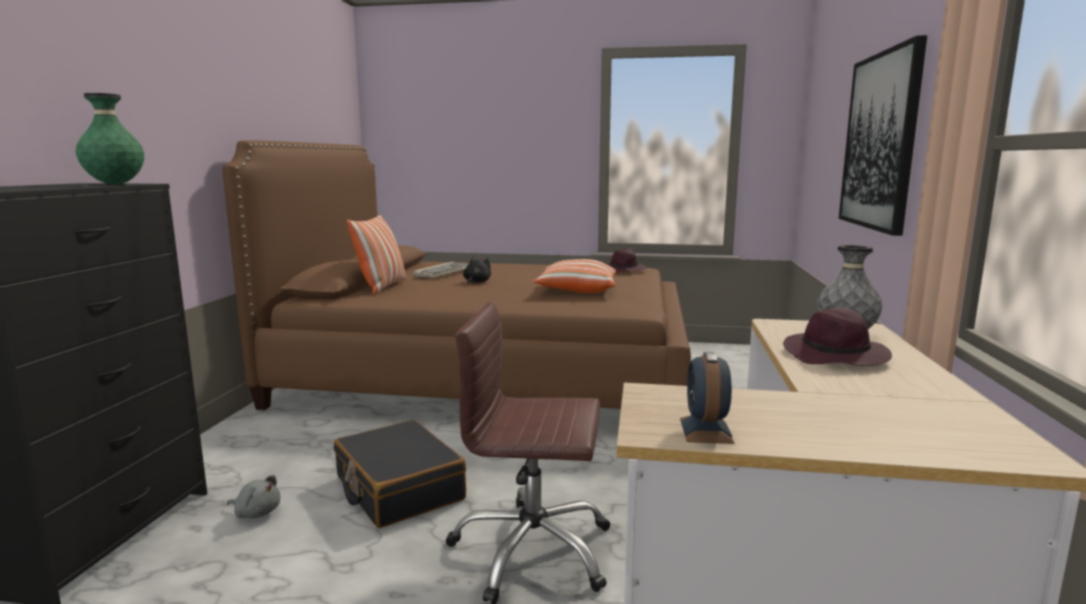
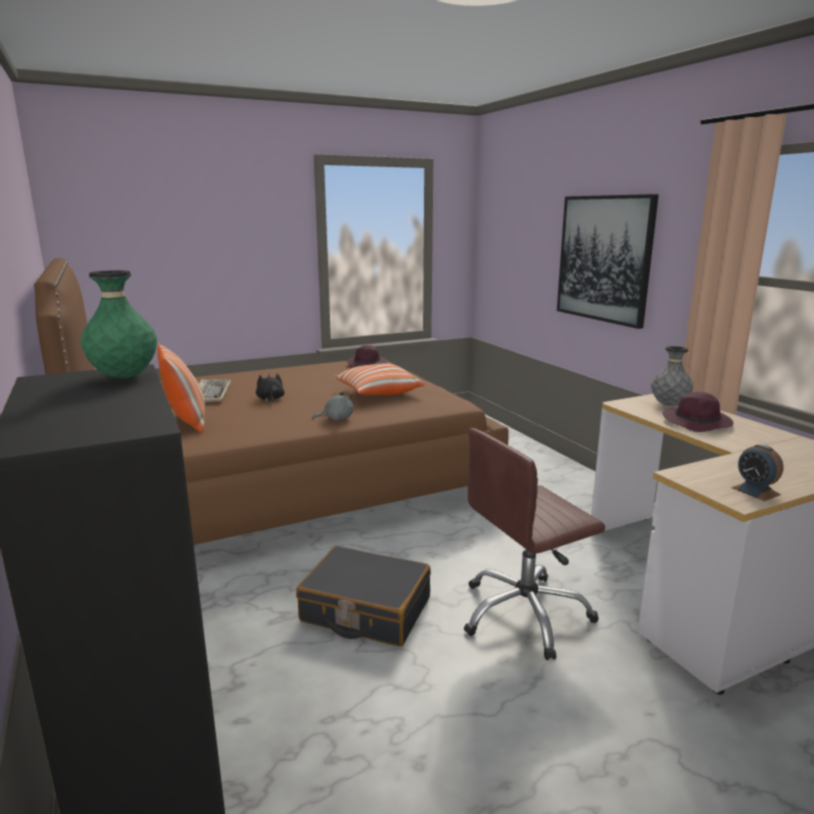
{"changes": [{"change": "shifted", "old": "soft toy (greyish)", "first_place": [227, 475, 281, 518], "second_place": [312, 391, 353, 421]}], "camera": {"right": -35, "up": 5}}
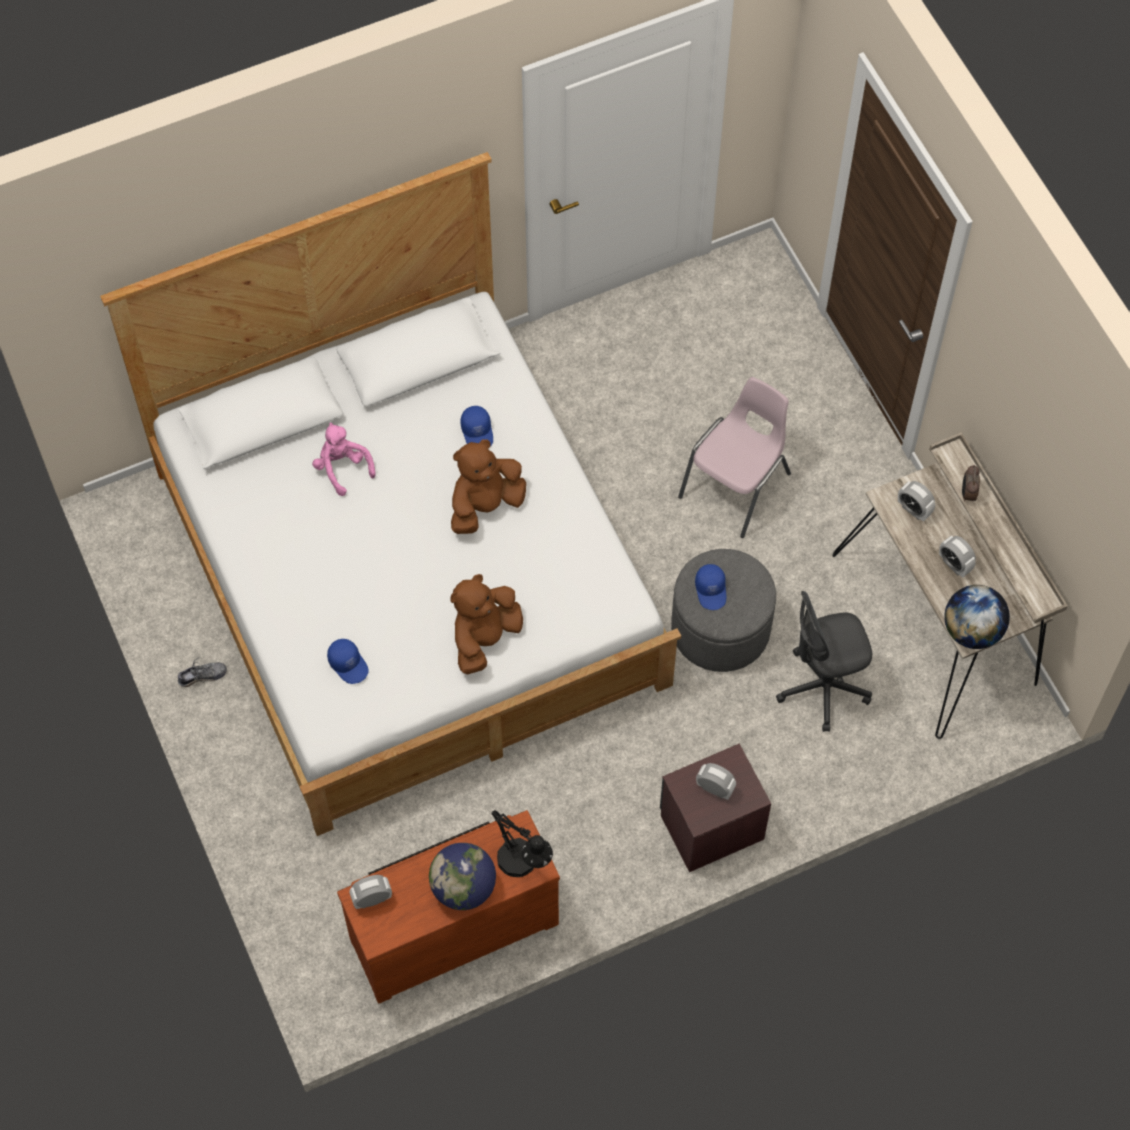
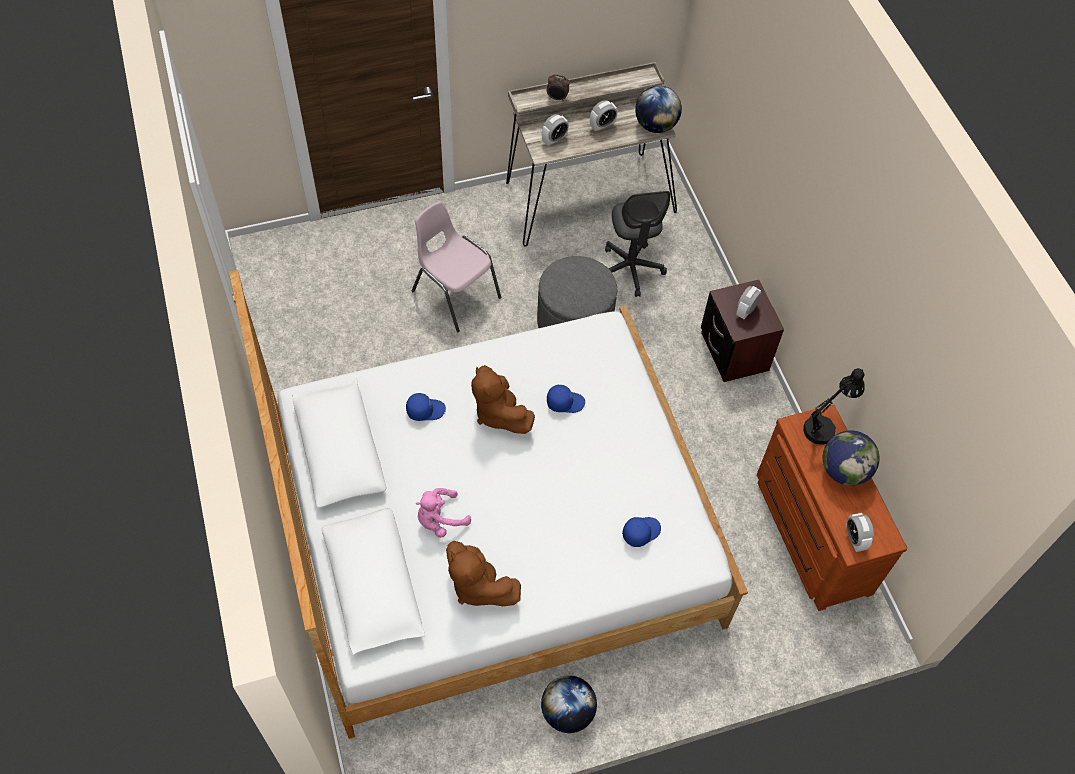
{"changes": [{"change": "shifted", "old": "soft toy (brownish)", "first_place": [450, 574, 523, 675], "second_place": [446, 540, 521, 606]}, {"change": "swapped", "old": "shoe", "new": "desk globe", "first_place": [178, 657, 227, 687], "second_place": [541, 675, 597, 733]}, {"change": "shifted", "old": "cap (bluish)", "first_place": [695, 564, 726, 610], "second_place": [547, 385, 585, 413]}], "camera": {"right": -85, "up": -5}}
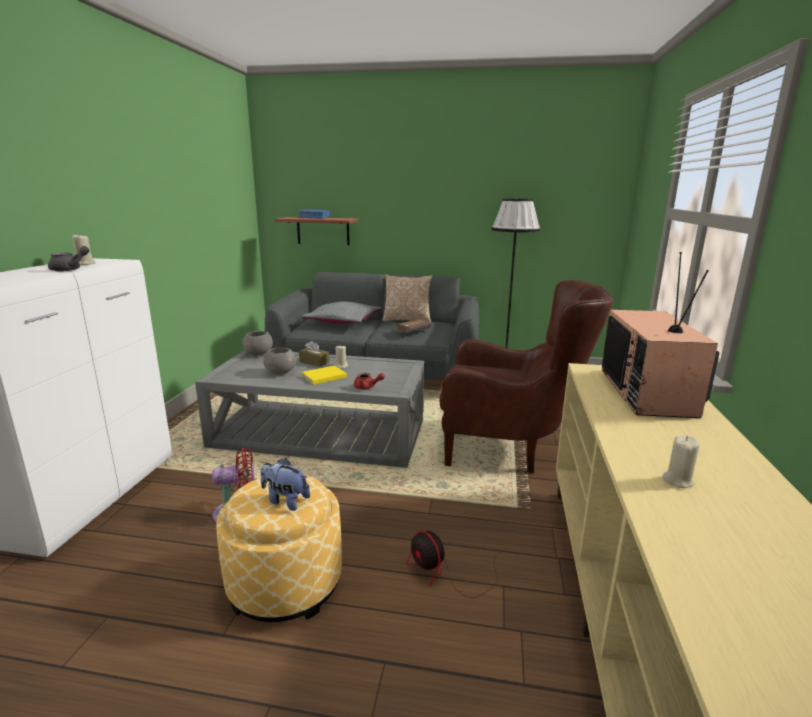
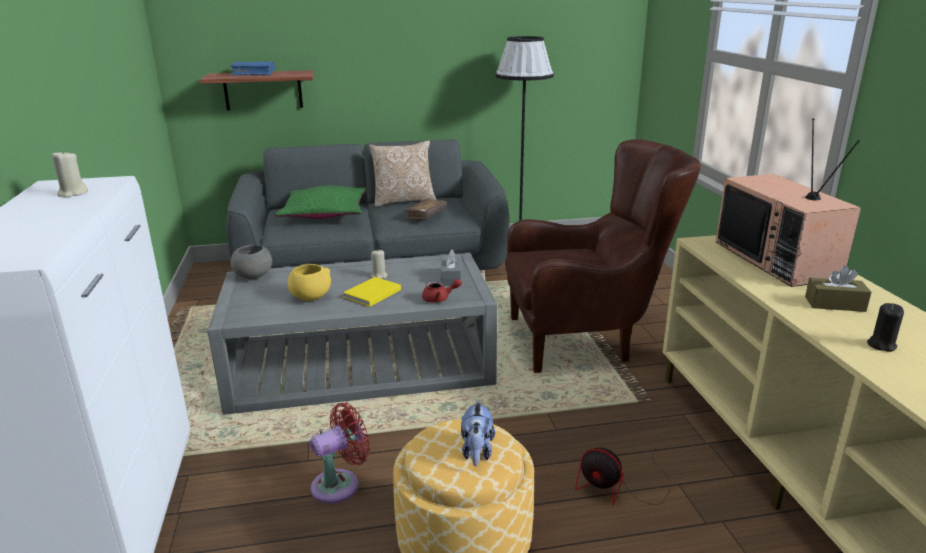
{"changes": [{"change": "repainted", "old": "pillow (greyish)", "new": "pillow (green)", "first_place": [301, 302, 382, 324], "second_place": [275, 185, 367, 219]}, {"change": "repainted", "old": "deep dish (greyish)", "new": "deep dish (yellow)", "first_place": [263, 347, 297, 375], "second_place": [288, 264, 331, 301]}, {"change": "new", "new": "box of tissues (greyish)", "second_place": [441, 250, 461, 286]}, {"change": "rotated", "old": "soft toy", "first_place": [260, 458, 310, 511], "second_place": [461, 399, 495, 466], "degrees": -90}, {"change": "shifted", "old": "box of tissues (brownish)", "first_place": [299, 340, 329, 367], "second_place": [805, 266, 872, 312]}, {"change": "repainted", "old": "wax light (sand-coloured)", "new": "wax light (blackish)", "first_place": [662, 435, 700, 488], "second_place": [867, 303, 904, 352]}, {"change": "gone", "old": "teapot (greyish)", "first_place": [48, 246, 90, 271]}], "camera": {"right": -20, "up": 5}}
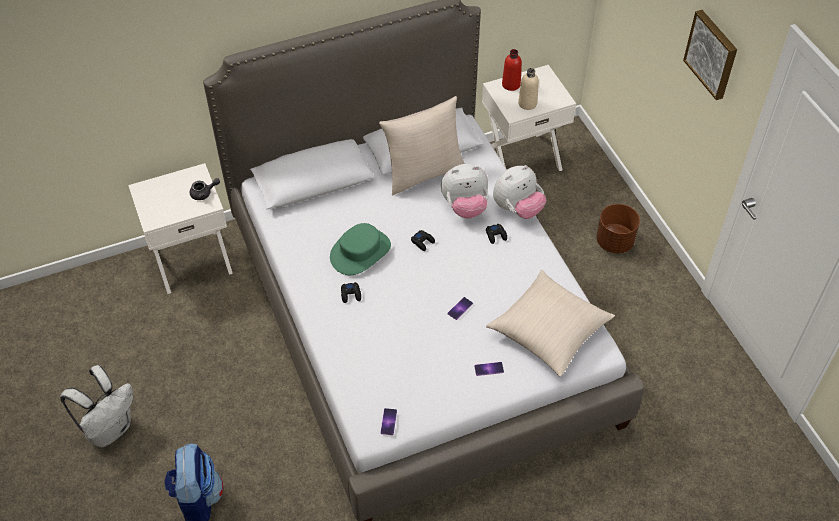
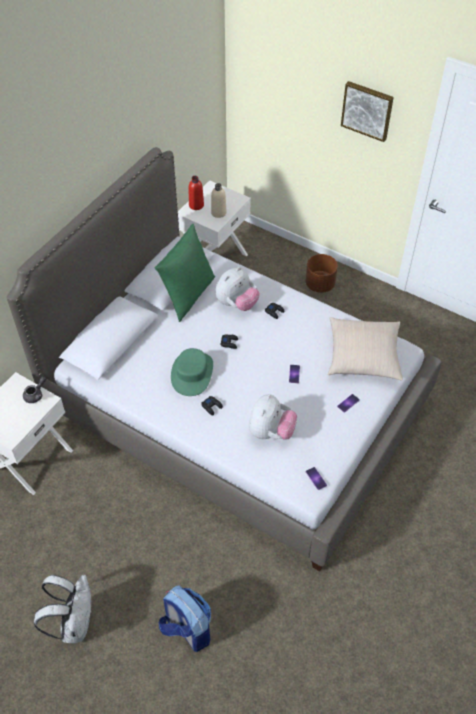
{"changes": [{"change": "repainted", "old": "pillow (sand-coloured)", "new": "pillow (green)", "first_place": [379, 96, 465, 195], "second_place": [155, 224, 215, 322]}, {"change": "shifted", "old": "soft toy", "first_place": [493, 165, 547, 219], "second_place": [249, 394, 297, 440]}], "camera": {"right": -35, "up": 0}}
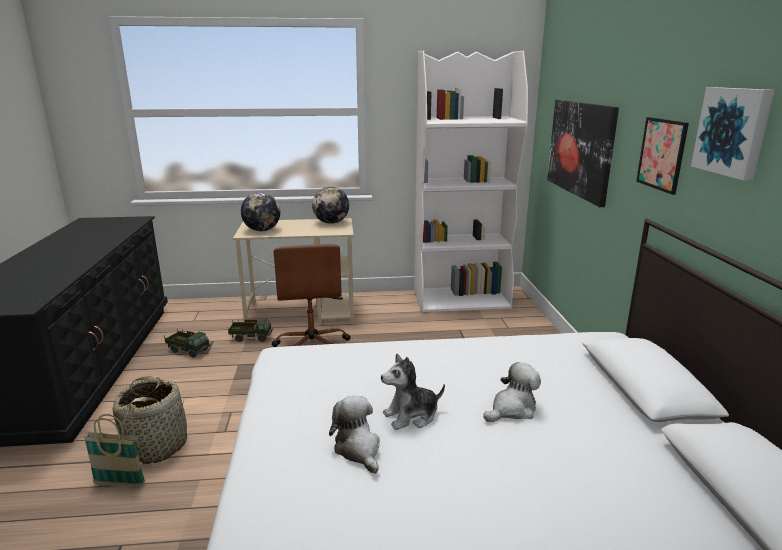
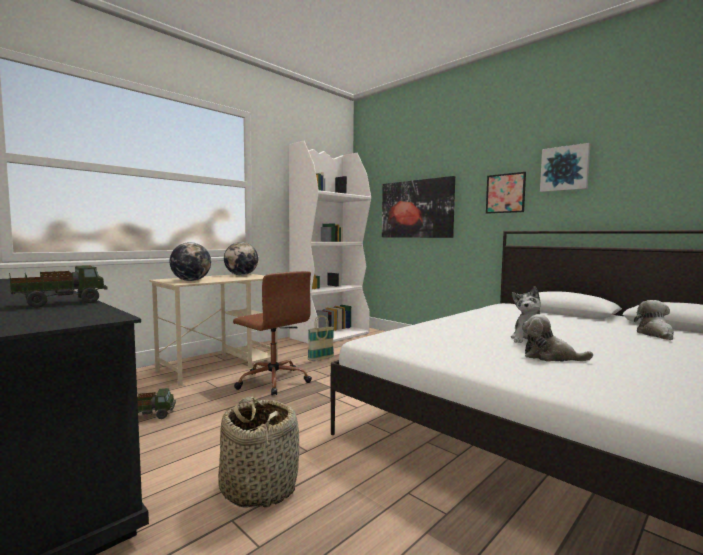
{"changes": [{"change": "shifted", "old": "model truck", "first_place": [228, 317, 273, 342], "second_place": [9, 265, 108, 308]}, {"change": "shifted", "old": "basket", "first_place": [83, 414, 145, 487], "second_place": [308, 315, 334, 361]}, {"change": "shifted", "old": "soft toy", "first_place": [483, 362, 541, 422], "second_place": [634, 300, 674, 340]}], "camera": {"right": -40, "up": -15}}
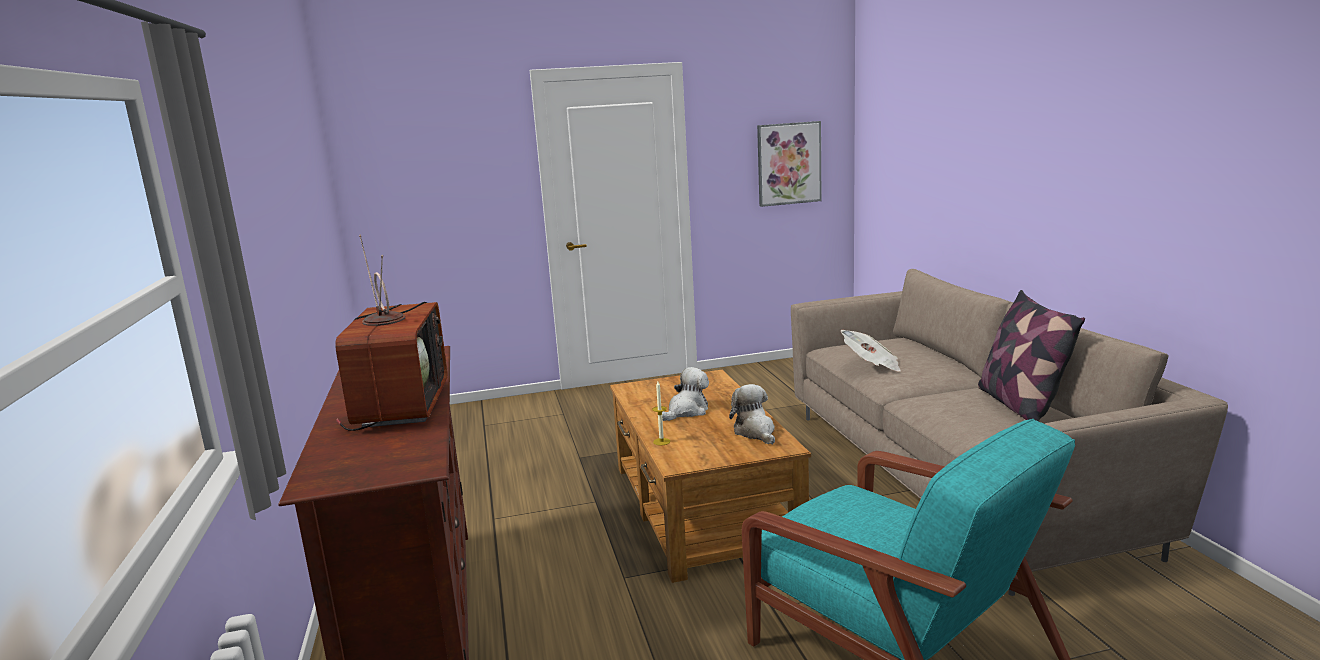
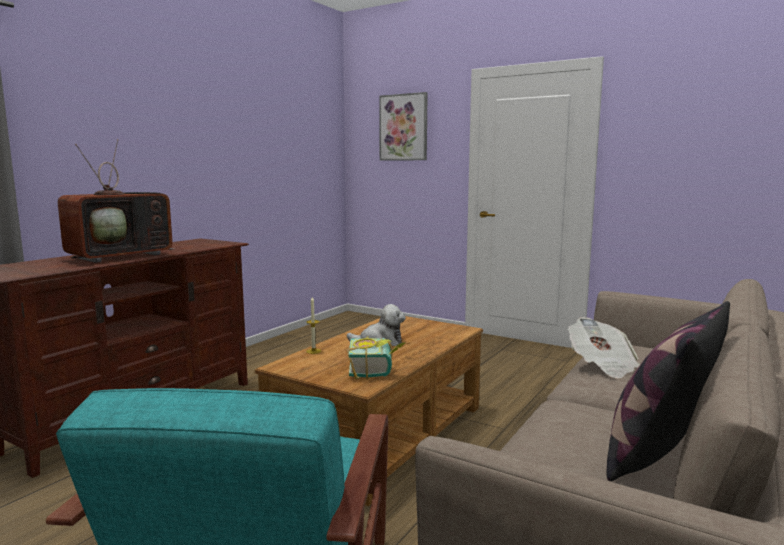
{"changes": [{"change": "swapped", "old": "soft toy", "new": "bound book", "first_place": [729, 384, 775, 444], "second_place": [347, 336, 405, 380]}, {"change": "shifted", "old": "wall art", "first_place": [757, 121, 821, 207], "second_place": [379, 92, 428, 161]}], "camera": {"right": 45, "up": -5}}
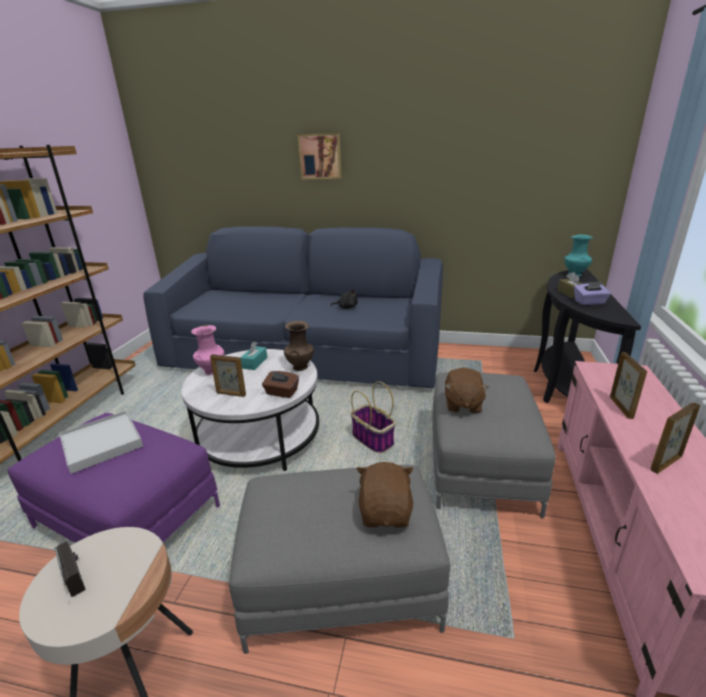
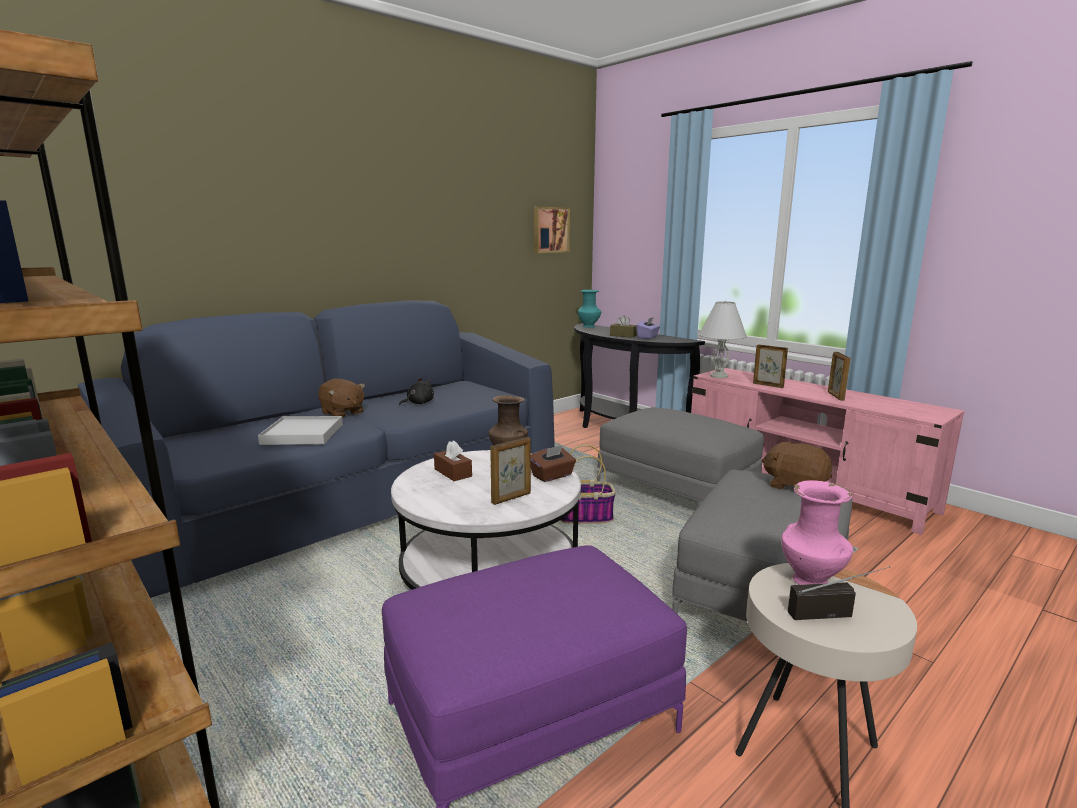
{"changes": [{"change": "shifted", "old": "serving tray (white)", "first_place": [59, 411, 143, 474], "second_place": [258, 416, 343, 445]}, {"change": "shifted", "old": "soft toy (brownish)", "first_place": [445, 368, 489, 413], "second_place": [318, 379, 365, 418]}, {"change": "repainted", "old": "box of tissues (turquoise)", "new": "box of tissues (brownish)", "first_place": [240, 342, 267, 370], "second_place": [434, 441, 472, 481]}, {"change": "shifted", "old": "wall art", "first_place": [298, 133, 342, 179], "second_place": [534, 207, 570, 253]}, {"change": "new", "new": "table lamp (white)", "second_place": [699, 301, 747, 378]}, {"change": "shifted", "old": "vase (pink-coloured)", "first_place": [191, 325, 224, 375], "second_place": [781, 480, 853, 585]}], "camera": {"right": -55, "up": -10}}
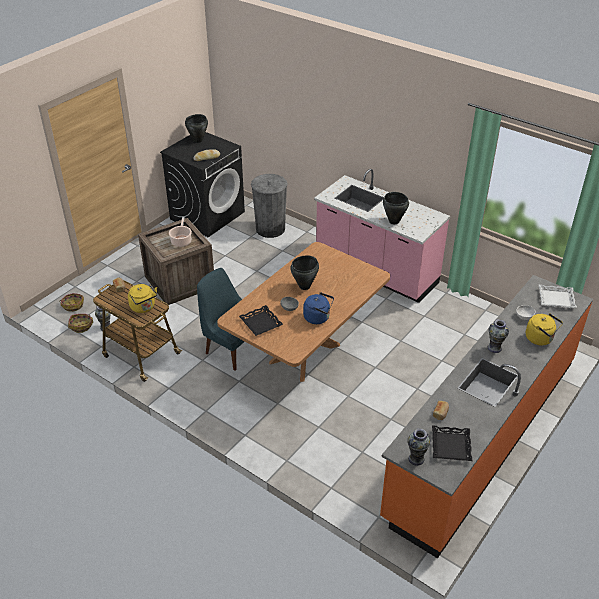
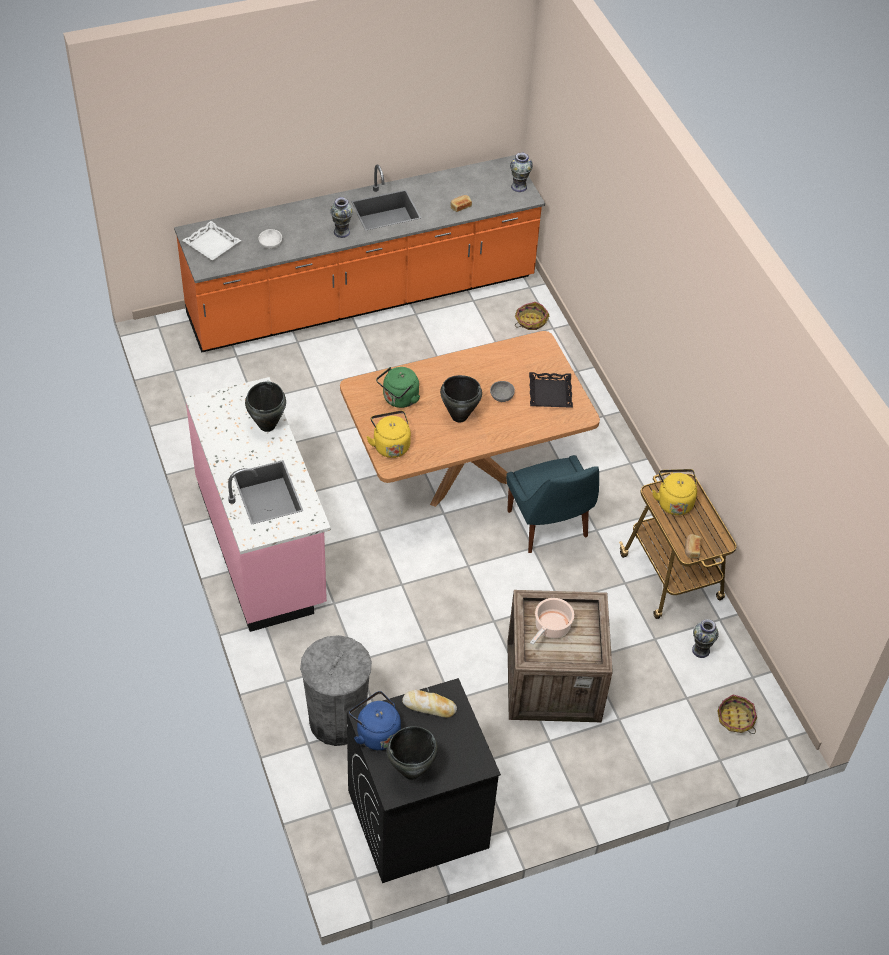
{"changes": [{"change": "shifted", "old": "tea kettle (bluish)", "first_place": [303, 292, 334, 324], "second_place": [349, 691, 401, 750]}, {"change": "shifted", "old": "tea kettle (yellow)", "first_place": [526, 313, 563, 345], "second_place": [366, 410, 411, 458]}, {"change": "new", "new": "tea kettle (green)", "second_place": [376, 367, 420, 408]}, {"change": "shifted", "old": "basket", "first_place": [68, 314, 93, 333], "second_place": [515, 302, 549, 330]}, {"change": "gone", "old": "serving tray (blackish)", "first_place": [432, 425, 472, 461]}], "camera": {"right": -150, "up": 10}}
